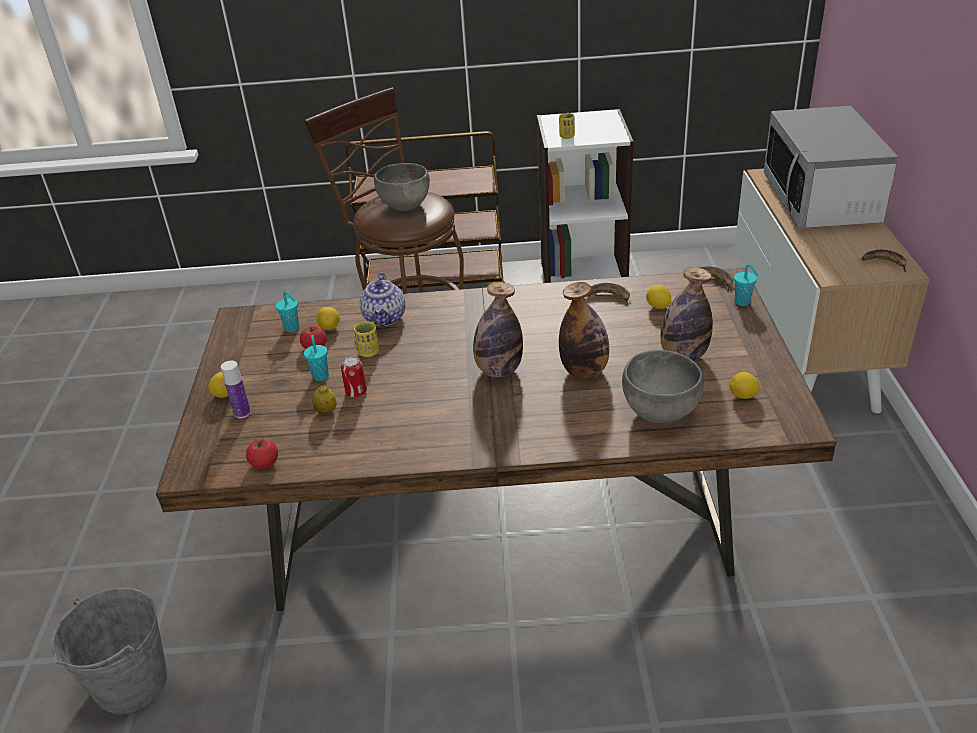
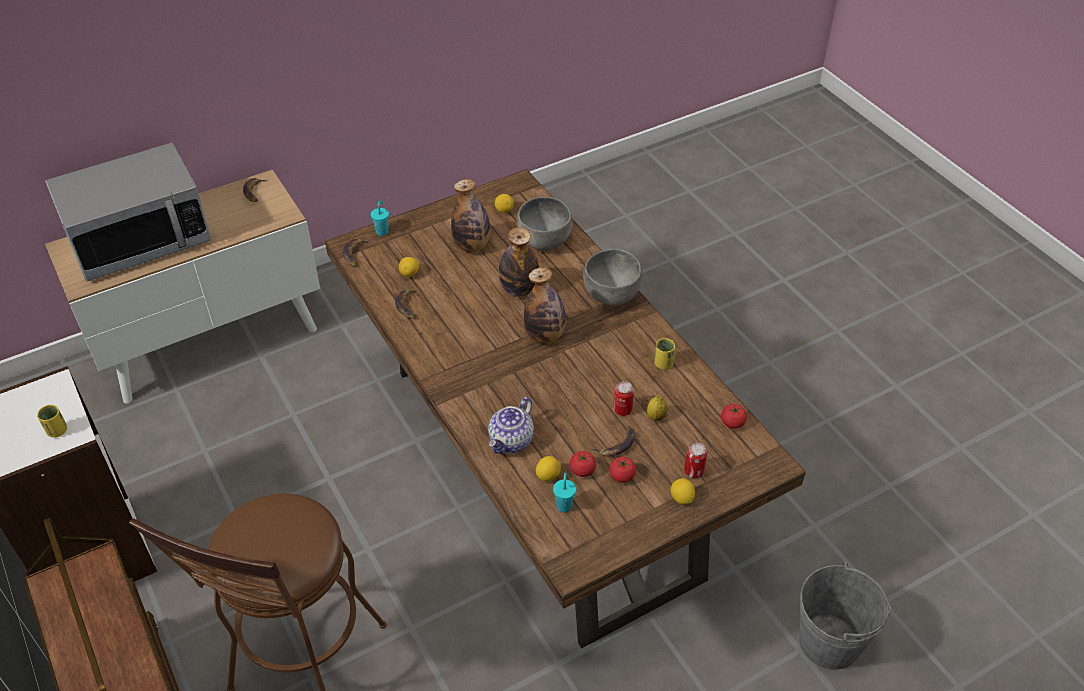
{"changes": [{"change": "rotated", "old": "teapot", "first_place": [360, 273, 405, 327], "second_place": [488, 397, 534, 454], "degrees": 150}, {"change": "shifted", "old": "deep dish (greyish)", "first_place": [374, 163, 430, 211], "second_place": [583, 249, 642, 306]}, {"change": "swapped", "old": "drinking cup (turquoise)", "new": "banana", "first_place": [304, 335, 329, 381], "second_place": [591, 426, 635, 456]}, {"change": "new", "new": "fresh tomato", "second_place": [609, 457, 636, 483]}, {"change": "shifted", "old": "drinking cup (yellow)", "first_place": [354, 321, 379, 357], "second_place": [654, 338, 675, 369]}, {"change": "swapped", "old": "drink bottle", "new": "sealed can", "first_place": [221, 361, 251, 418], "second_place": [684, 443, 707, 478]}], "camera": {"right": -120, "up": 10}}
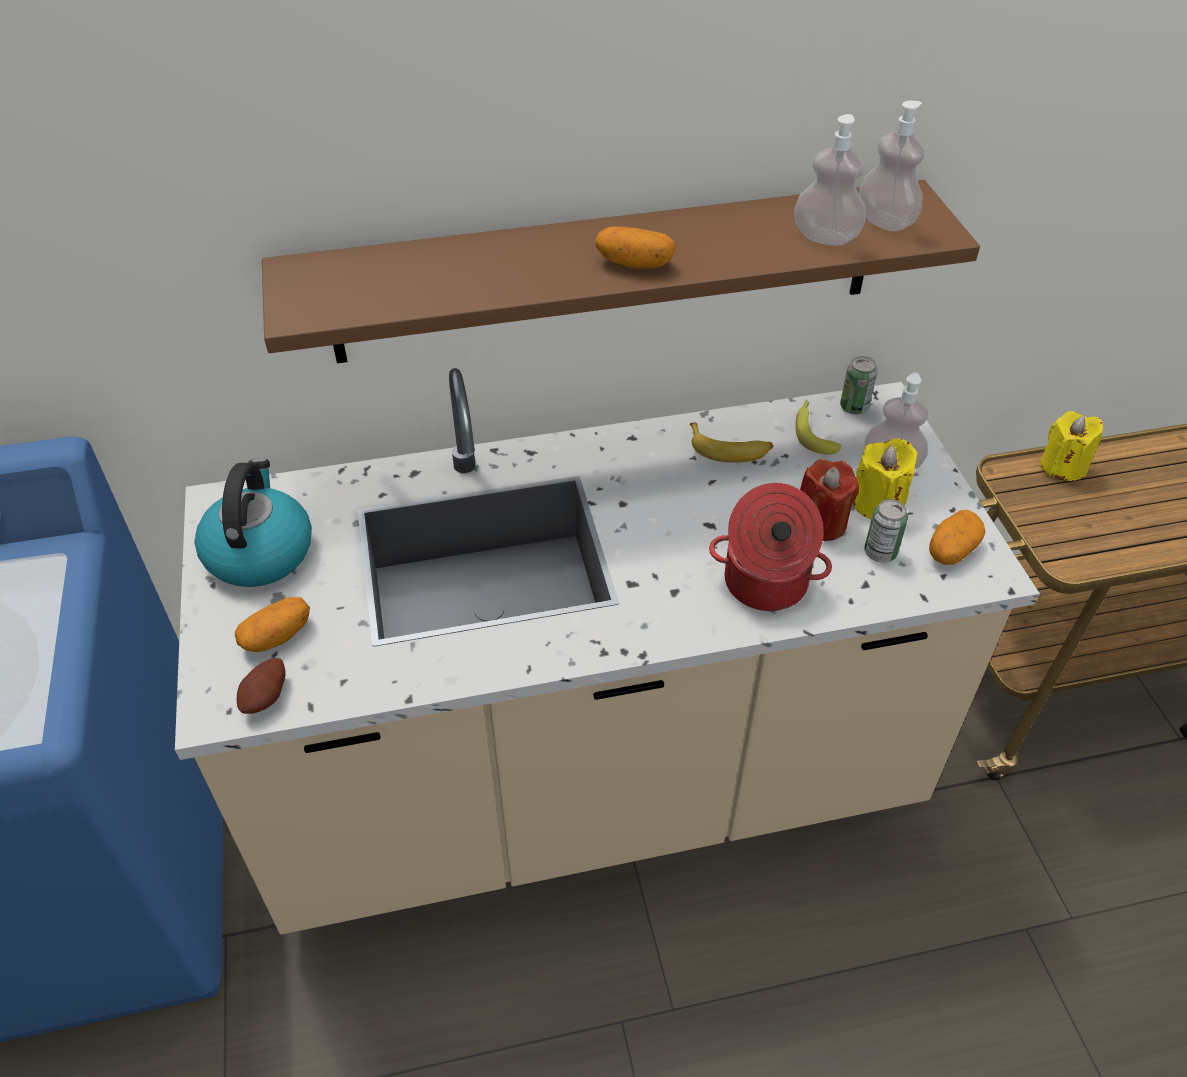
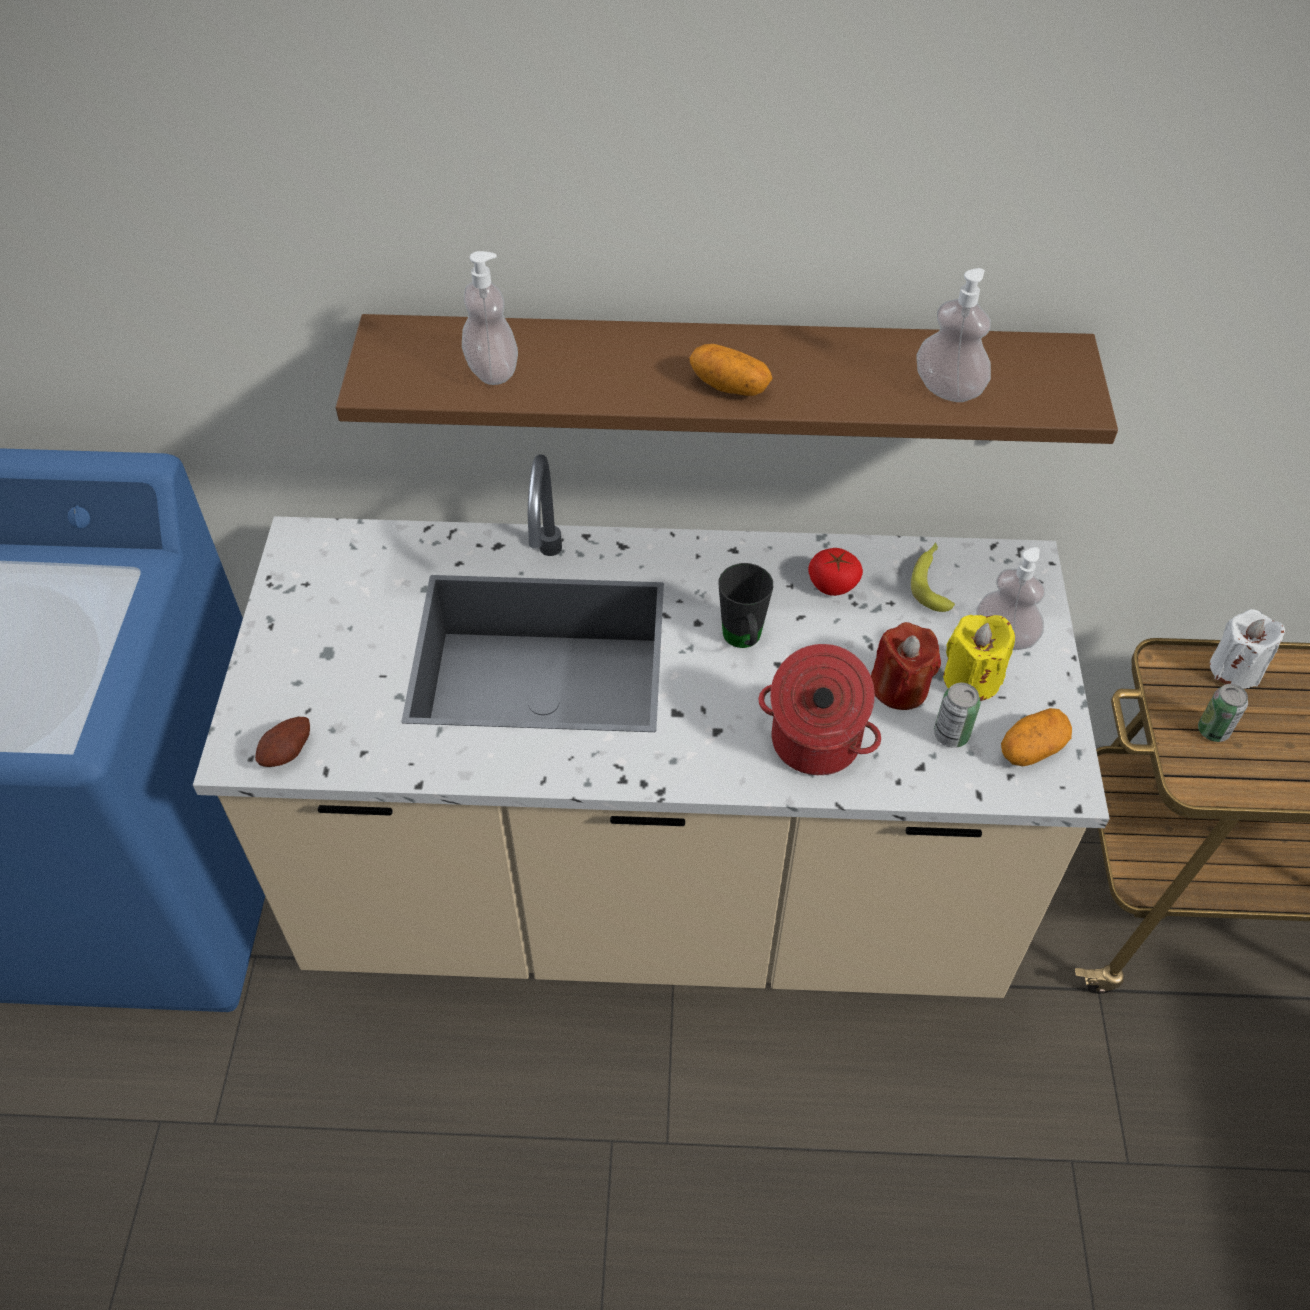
{"changes": [{"change": "shifted", "old": "soap dispenser", "first_place": [859, 101, 924, 231], "second_place": [462, 251, 518, 385]}, {"change": "new", "new": "coffee mug (blackish)", "second_place": [719, 563, 773, 648]}, {"change": "swapped", "old": "banana", "new": "fresh tomato", "first_place": [690, 422, 773, 463], "second_place": [808, 548, 863, 596]}, {"change": "shifted", "old": "sealed can", "first_place": [840, 356, 878, 414], "second_place": [1198, 684, 1248, 742]}, {"change": "repainted", "old": "wax light (yellow)", "new": "wax light (white)", "first_place": [1040, 411, 1103, 481], "second_place": [1210, 609, 1285, 689]}, {"change": "gone", "old": "tea kettle", "first_place": [195, 458, 312, 587]}, {"change": "gone", "old": "potato", "first_place": [235, 597, 310, 652]}], "camera": {"right": 15, "up": 5}}
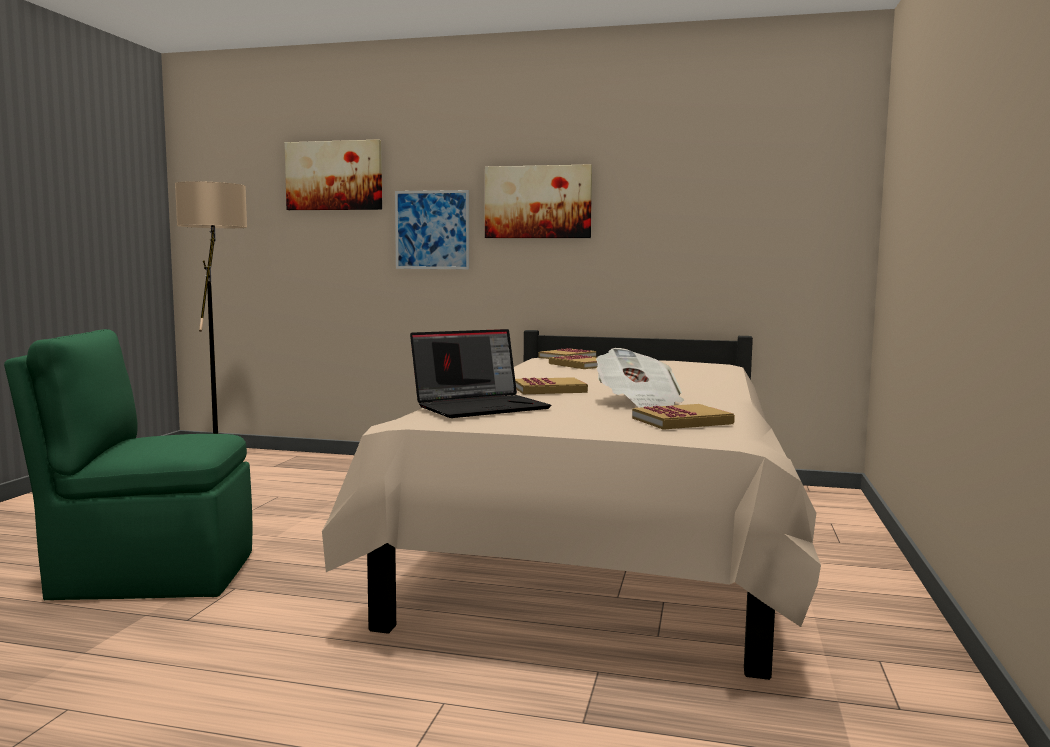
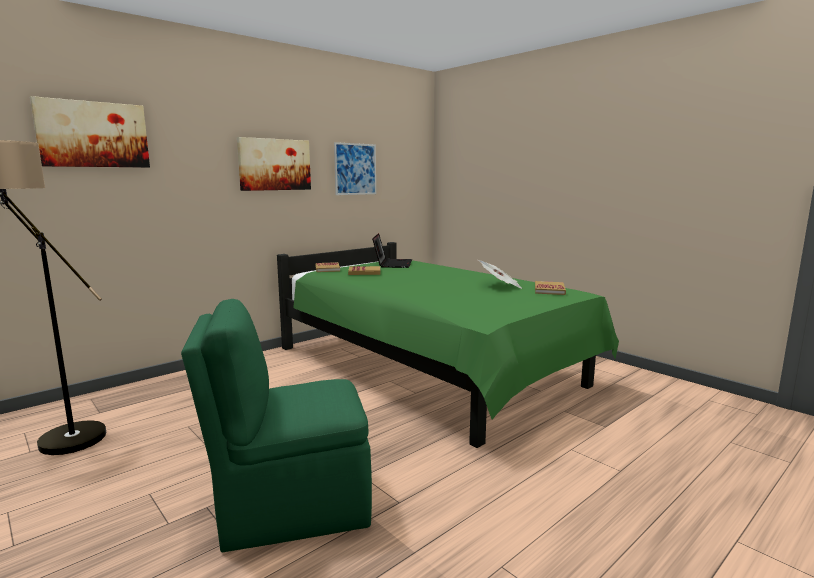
{"changes": [{"change": "rotated", "old": "chair (green)", "first_place": [4, 329, 252, 600], "second_place": [181, 299, 372, 552], "degrees": 45}, {"change": "repainted", "old": "bed (sand-coloured)", "new": "bed (green)", "first_place": [322, 330, 821, 680], "second_place": [277, 242, 619, 448]}, {"change": "shifted", "old": "wall art", "first_place": [395, 190, 469, 269], "second_place": [334, 142, 376, 195]}, {"change": "shifted", "old": "notebook computer", "first_place": [410, 329, 551, 418], "second_place": [372, 233, 412, 268]}, {"change": "gone", "old": "bound book", "first_place": [515, 377, 588, 394]}], "camera": {"right": -55, "up": 5}}
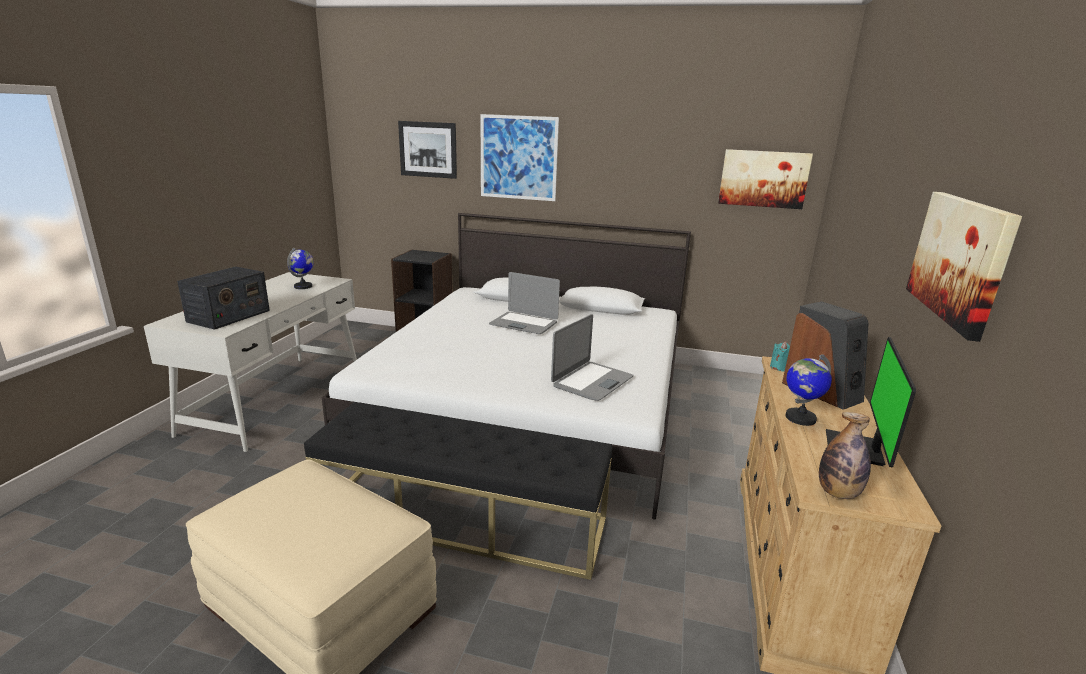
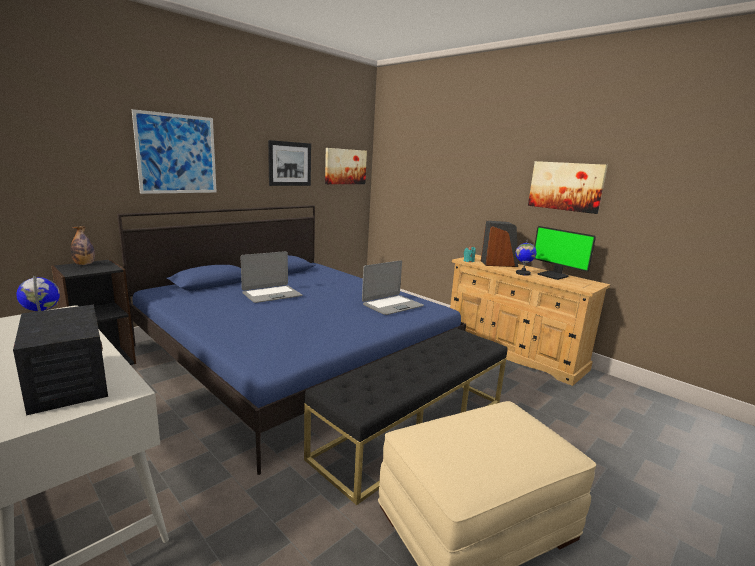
{"changes": [{"change": "shifted", "old": "drink bottle", "first_place": [819, 412, 871, 499], "second_place": [71, 226, 95, 265]}, {"change": "repainted", "old": "bed (white)", "new": "bed (bluish)", "first_place": [322, 213, 691, 520], "second_place": [117, 205, 466, 475]}, {"change": "shifted", "old": "wall art", "first_place": [398, 121, 457, 179], "second_place": [268, 140, 311, 186]}, {"change": "rotated", "old": "notebook computer", "first_place": [551, 314, 634, 401], "second_place": [362, 260, 424, 315], "degrees": 75}], "camera": {"right": -60, "up": -5}}
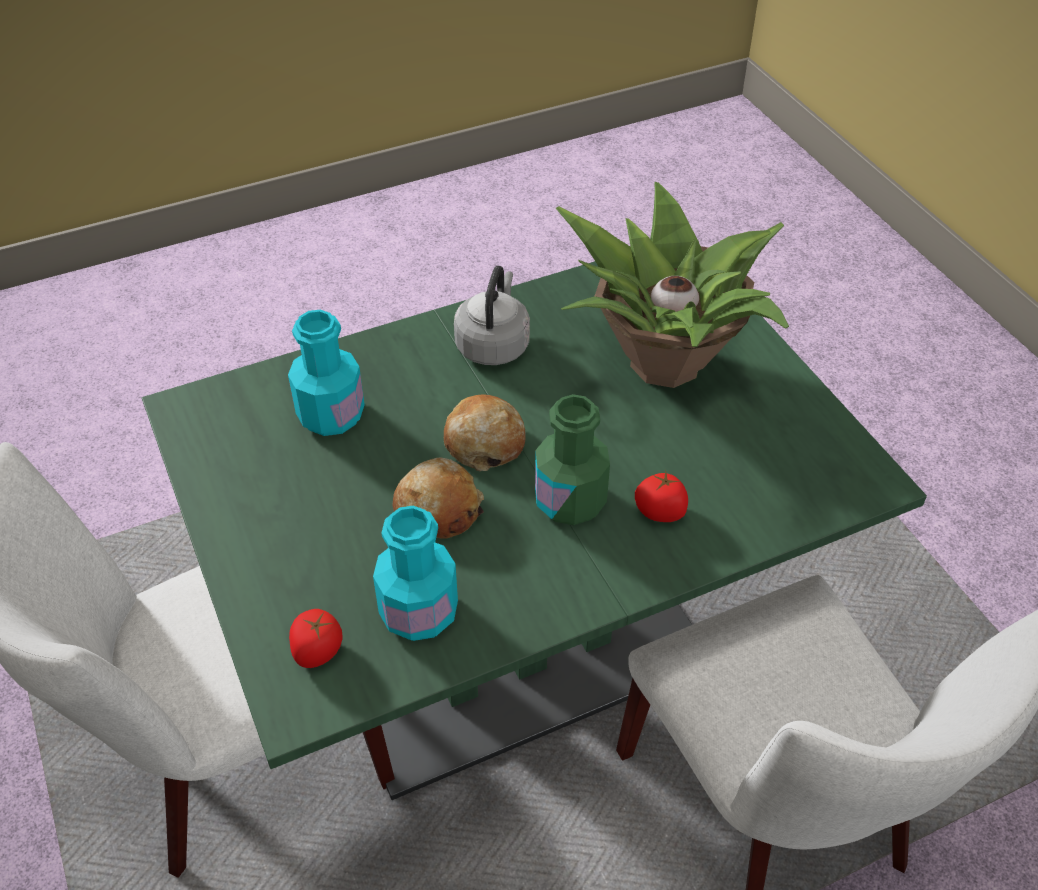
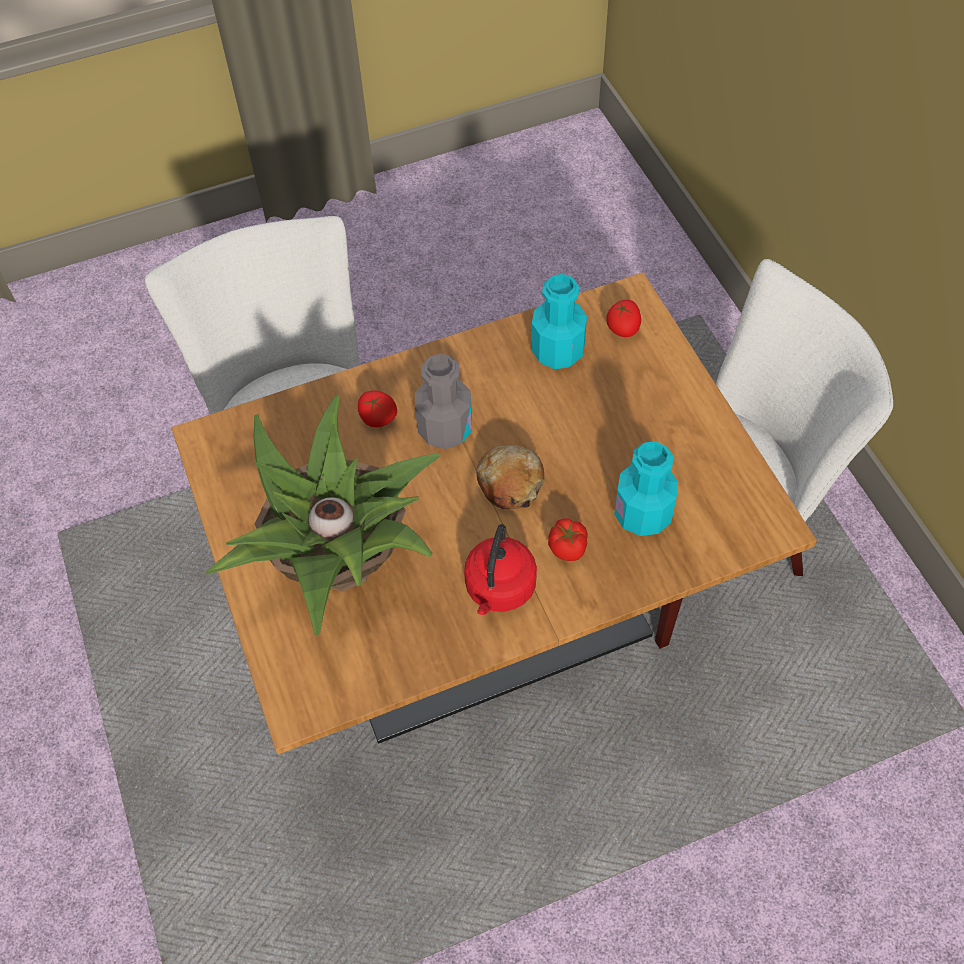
{"changes": [{"change": "repainted", "old": "dinner table (green)", "new": "dinner table (brownish)", "first_place": [142, 261, 927, 800], "second_place": [171, 272, 817, 755]}, {"change": "repainted", "old": "drink bottle (green)", "new": "drink bottle (greyish)", "first_place": [535, 394, 610, 525], "second_place": [415, 354, 472, 449]}, {"change": "repainted", "old": "tea kettle (greyish)", "new": "tea kettle (red-coloured)", "first_place": [454, 266, 530, 365], "second_place": [464, 524, 537, 615]}, {"change": "new", "new": "fresh tomato", "second_place": [548, 518, 588, 561]}, {"change": "gone", "old": "bakery bread", "first_place": [393, 458, 484, 539]}], "camera": {"right": -175, "up": 10}}
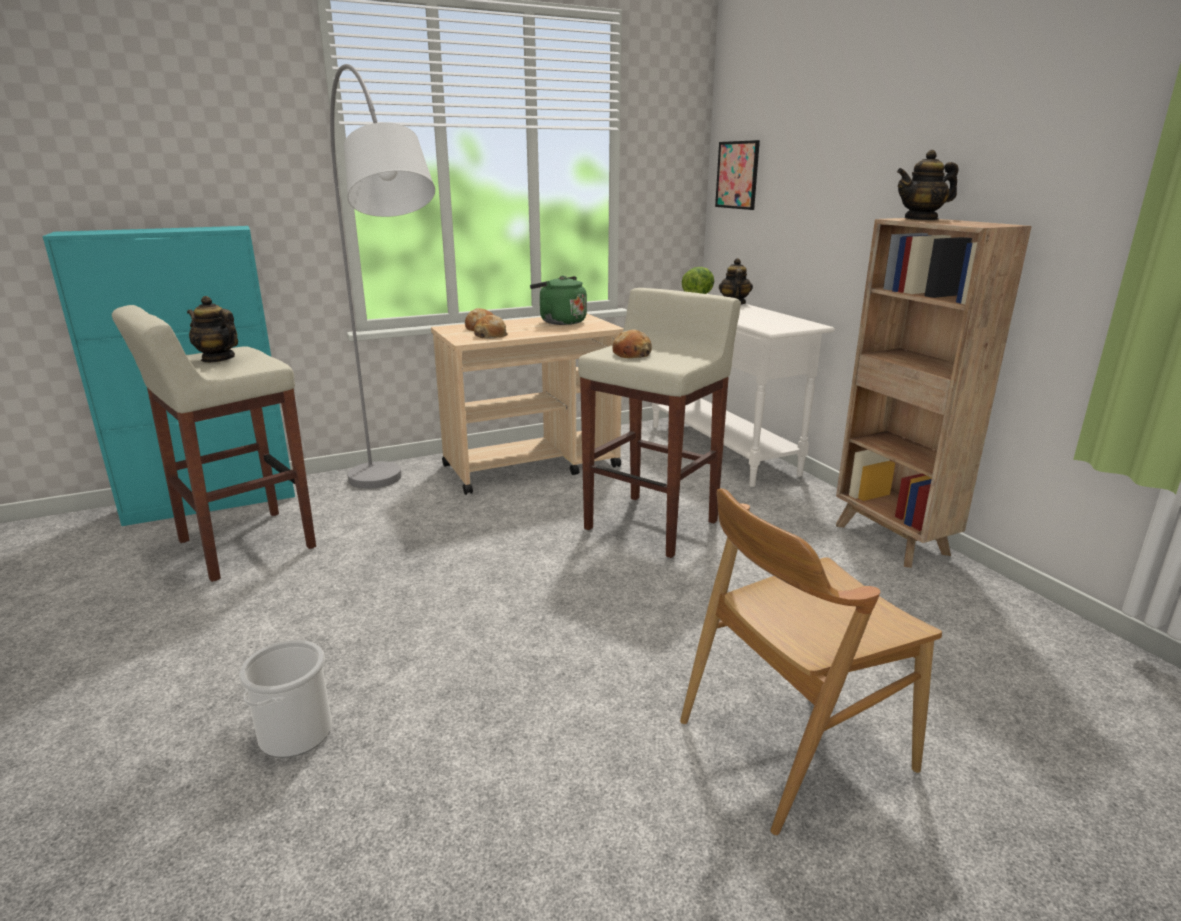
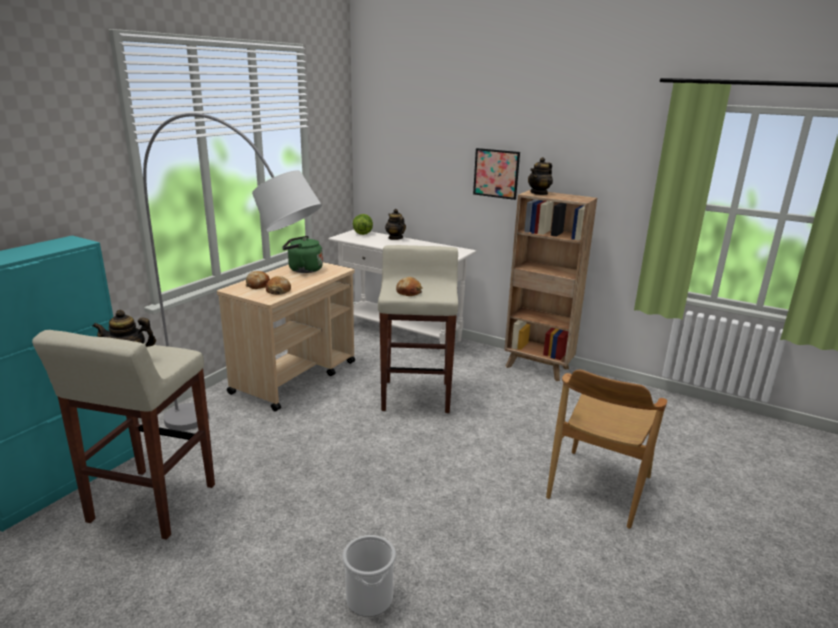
{"changes": [{"change": "shifted", "old": "wall art", "first_place": [715, 140, 760, 210], "second_place": [473, 148, 520, 200]}], "camera": {"right": -35, "up": 0}}
